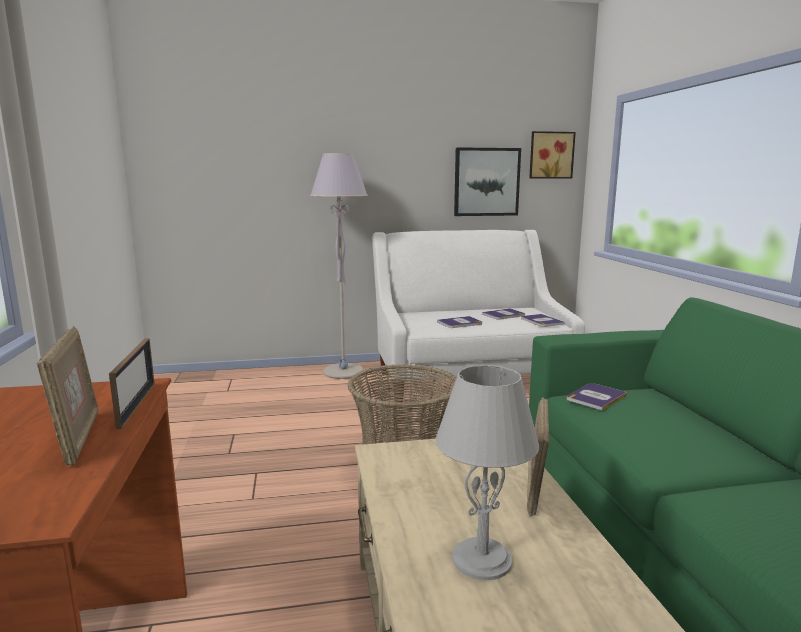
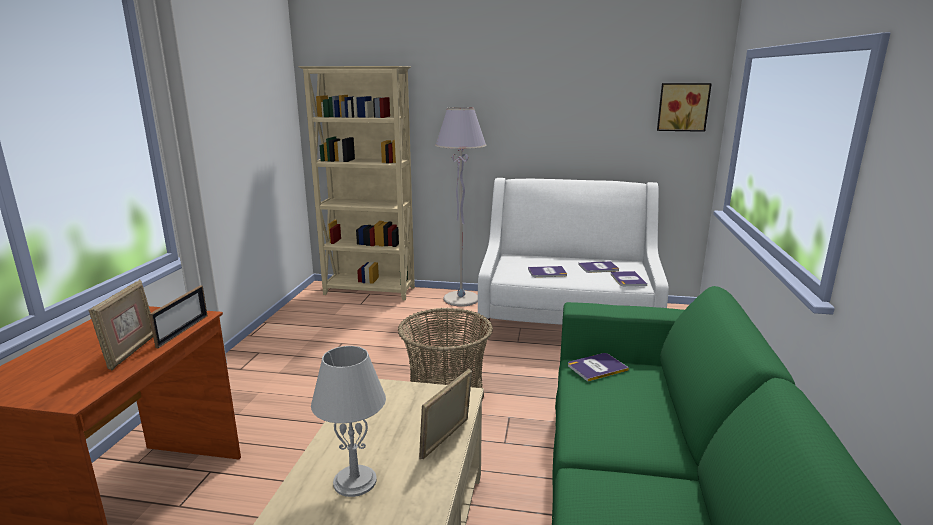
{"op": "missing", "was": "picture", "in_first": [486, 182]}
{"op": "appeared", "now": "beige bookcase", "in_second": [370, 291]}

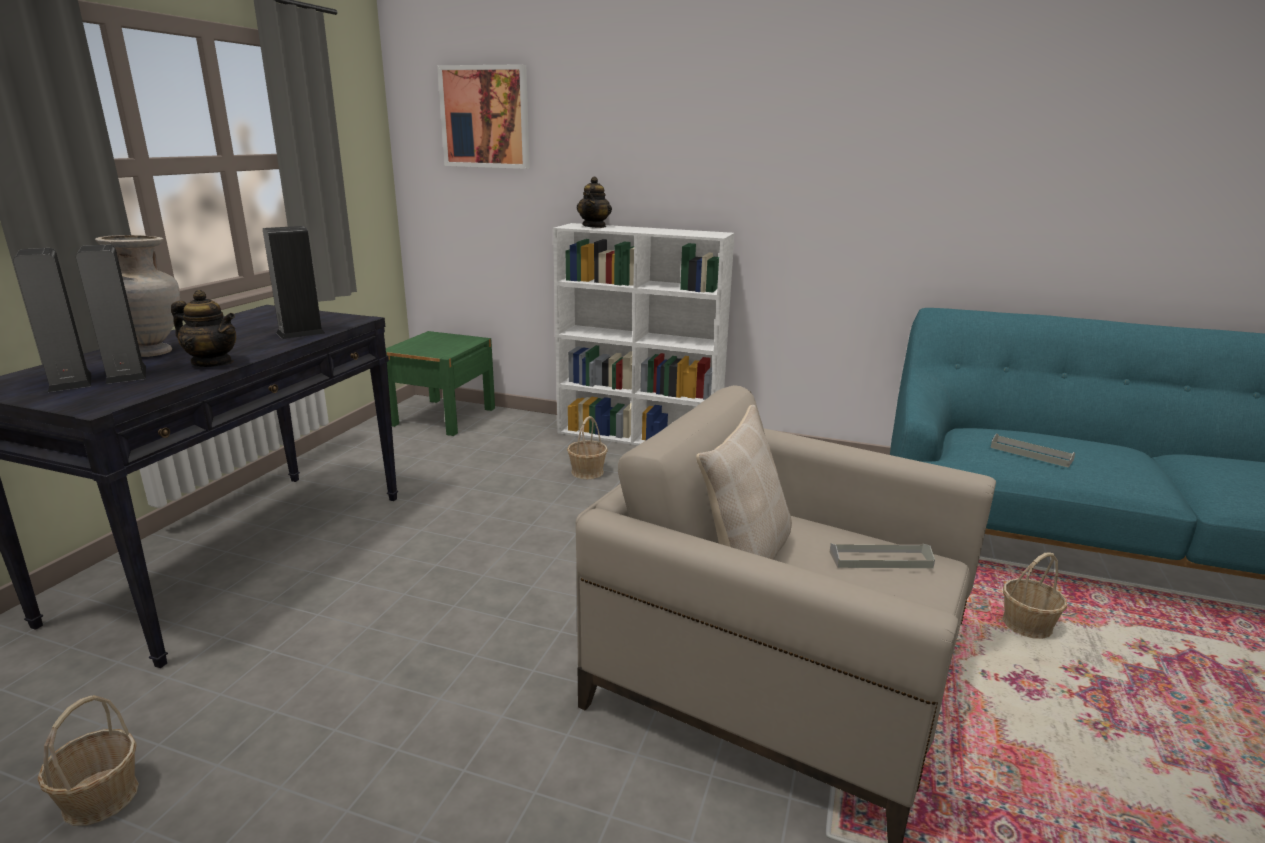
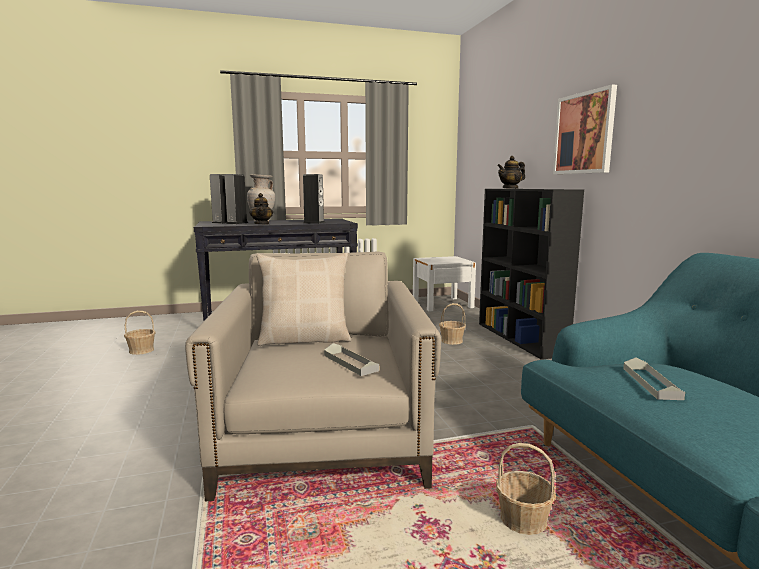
{"op": "relocated", "was": "picture", "in_first": [485, 117], "in_second": [584, 133]}
{"op": "colour", "was": "white bookcase", "now": "black bookcase", "in_first": [640, 436], "in_second": [521, 339]}
{"op": "colour", "was": "green nightstand", "now": "white nightstand", "in_first": [443, 416], "in_second": [442, 304]}

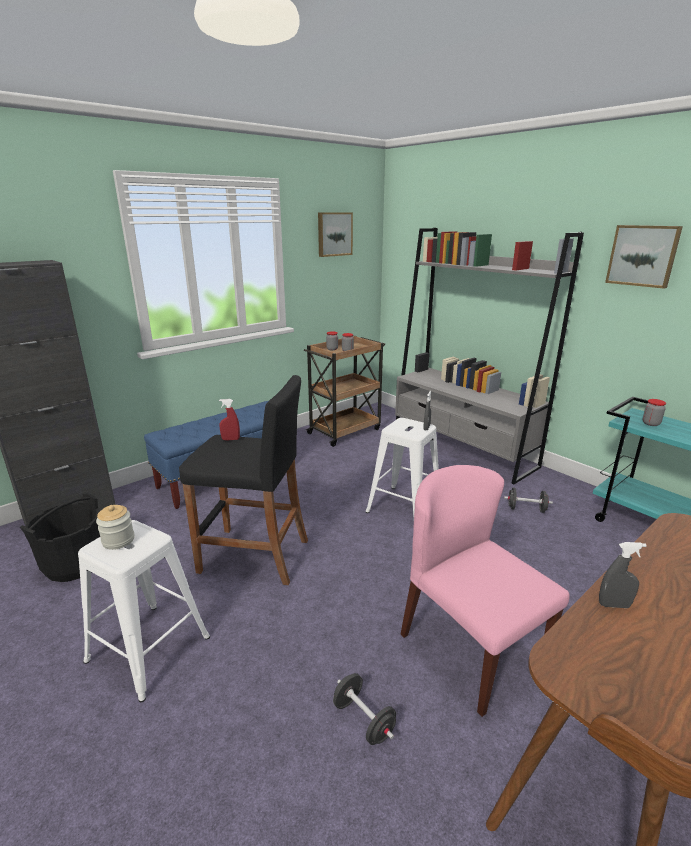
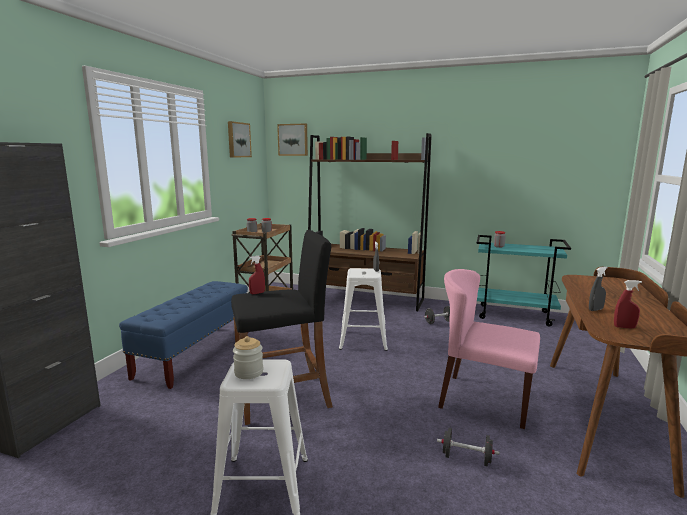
{"op": "relocated", "was": "picture", "in_first": [643, 255], "in_second": [293, 140]}
{"op": "colour", "was": "grey bookcase", "now": "brown bookcase", "in_first": [462, 449], "in_second": [365, 299]}
{"op": "missing", "was": "black bucket", "in_first": [74, 563]}
{"op": "appeared", "now": "red spray bottle", "in_second": [624, 327]}

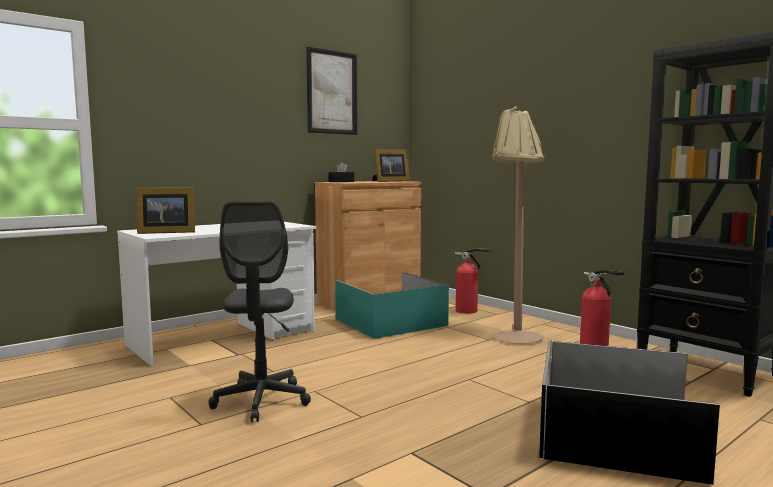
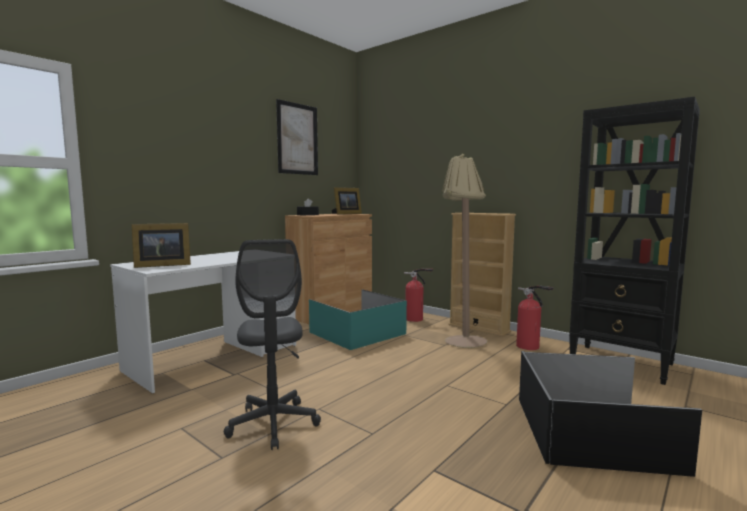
{"op": "appeared", "now": "beige bookcase", "in_second": [479, 328]}

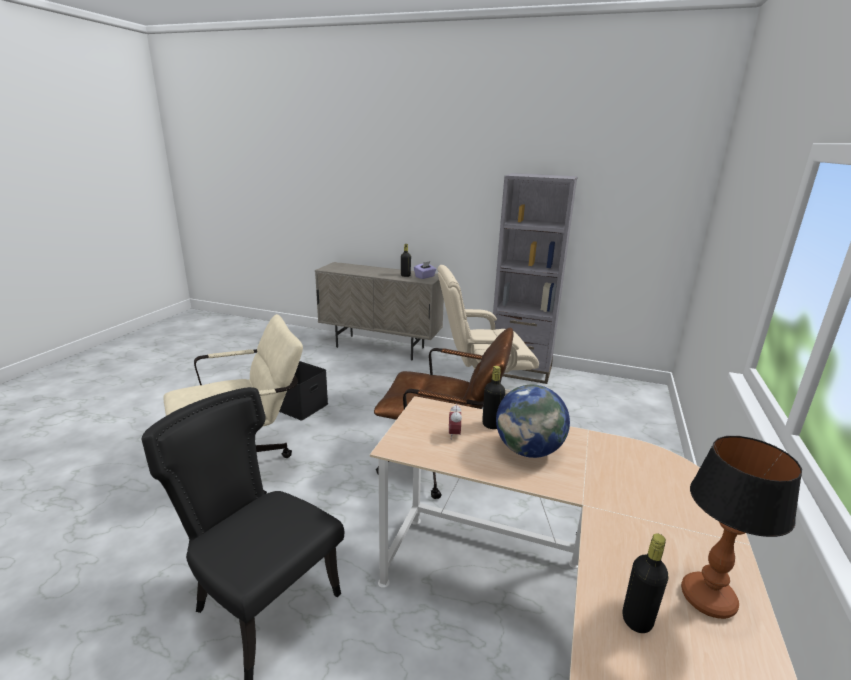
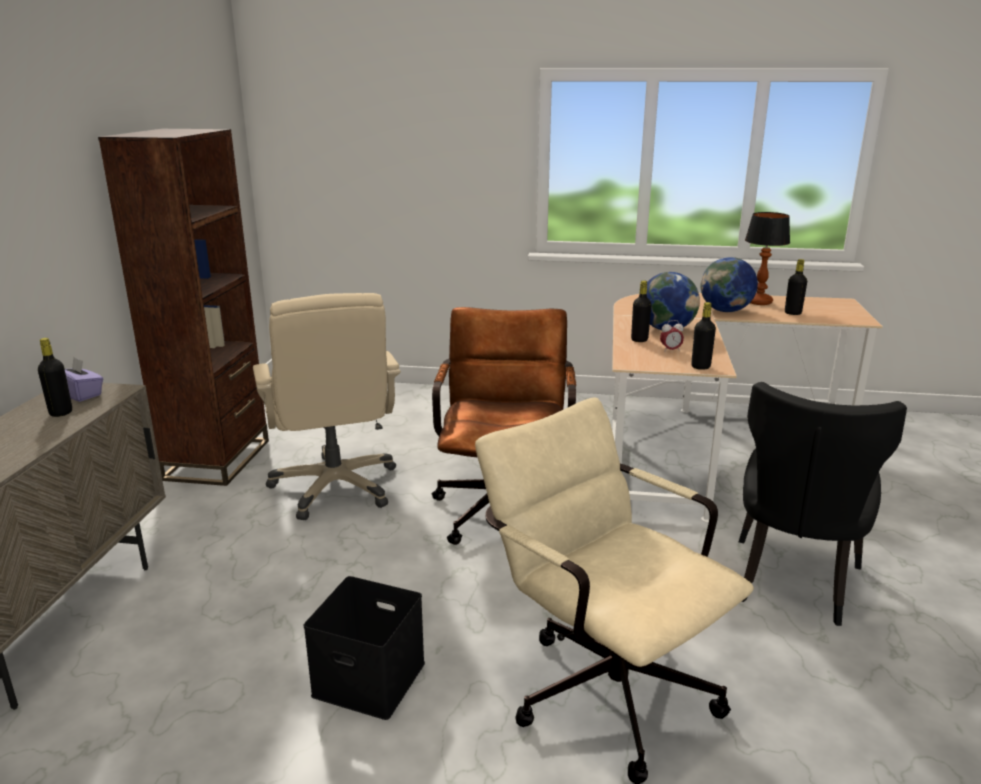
{"op": "colour", "was": "grey bookcase", "now": "brown bookcase", "in_first": [520, 370], "in_second": [217, 460]}
{"op": "appeared", "now": "globe", "in_second": [725, 311]}
{"op": "appeared", "now": "black bottle", "in_second": [700, 367]}

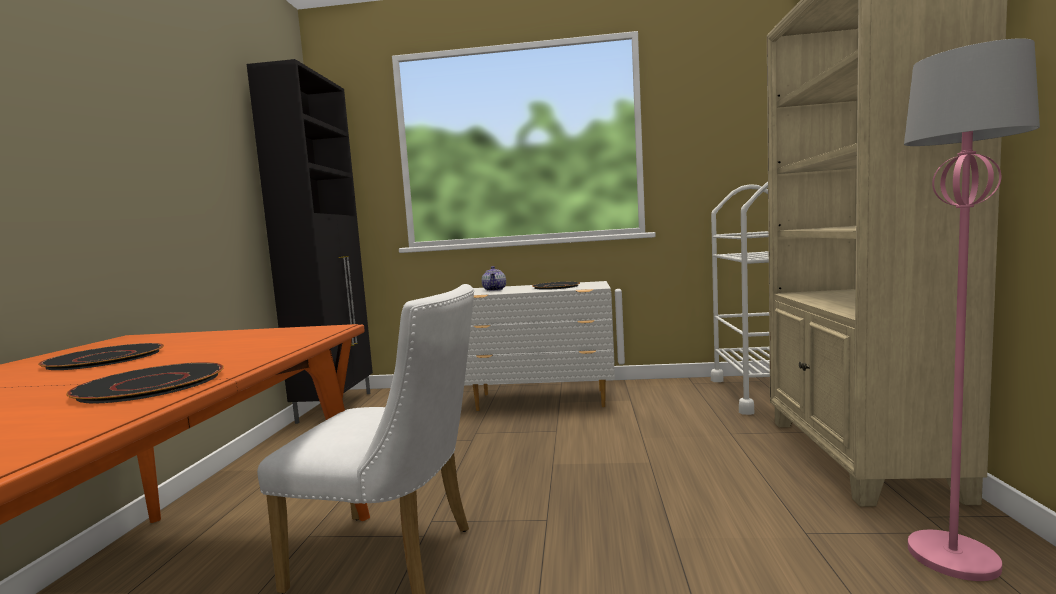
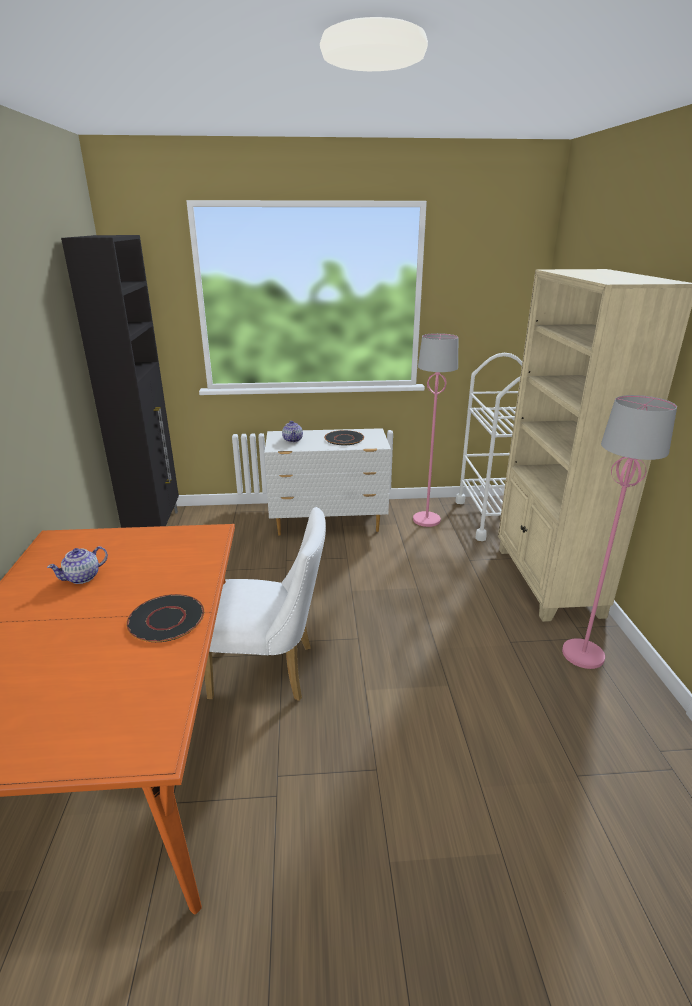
{"op": "exchanged", "was": "black plate", "now": "teapot", "in_first": [106, 358], "in_second": [83, 577]}
{"op": "appeared", "now": "pink floor lamp", "in_second": [426, 520]}

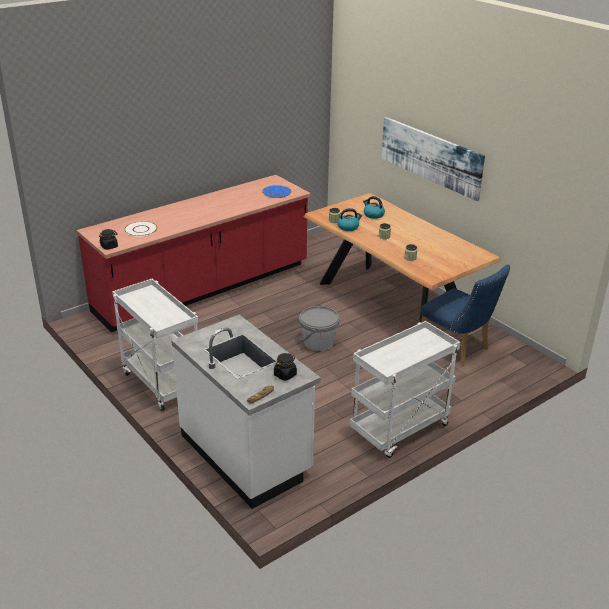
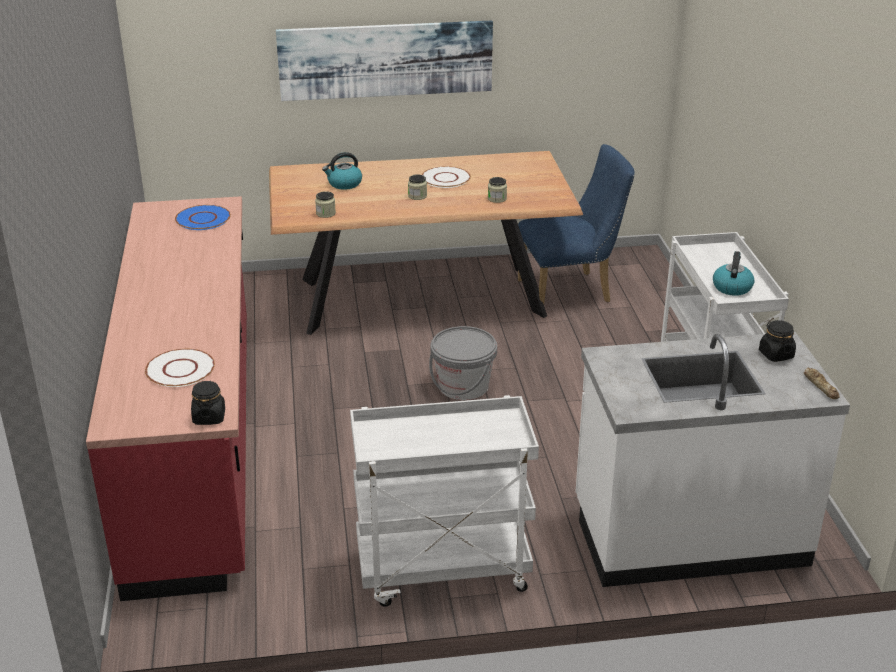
{"op": "relocated", "was": "kettle", "in_first": [348, 227], "in_second": [732, 287]}
{"op": "appeared", "now": "white plate", "in_second": [445, 178]}

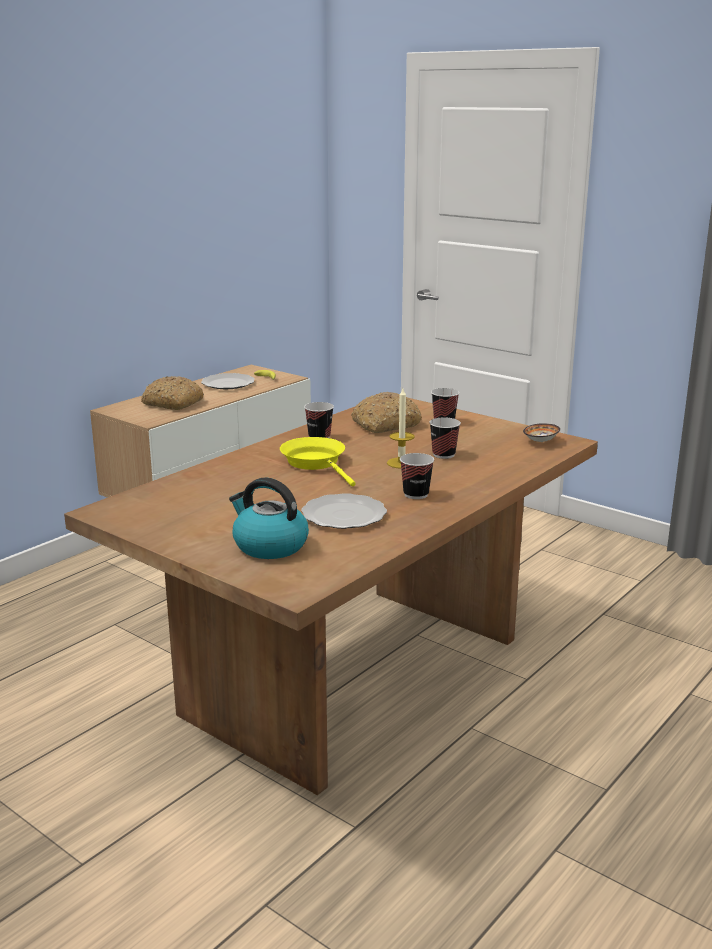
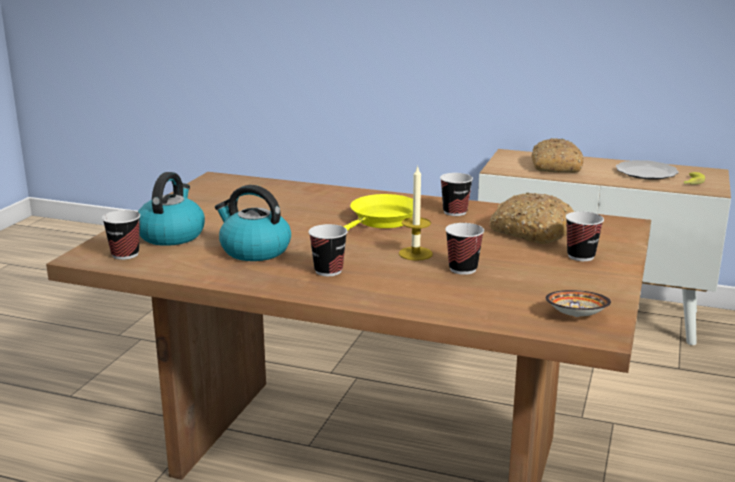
{"op": "exchanged", "was": "plate", "now": "kettle", "in_first": [345, 515], "in_second": [254, 250]}
{"op": "appeared", "now": "cup", "in_second": [125, 254]}

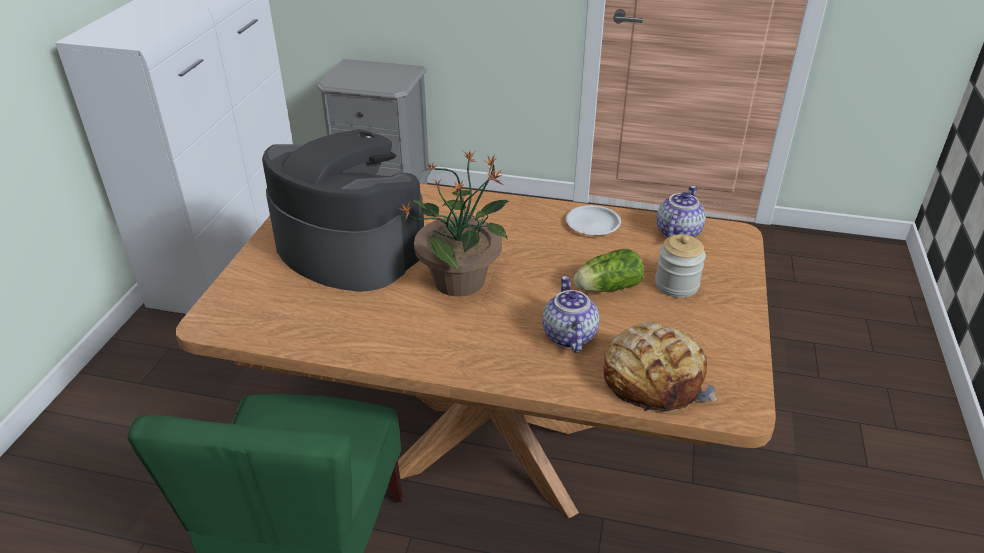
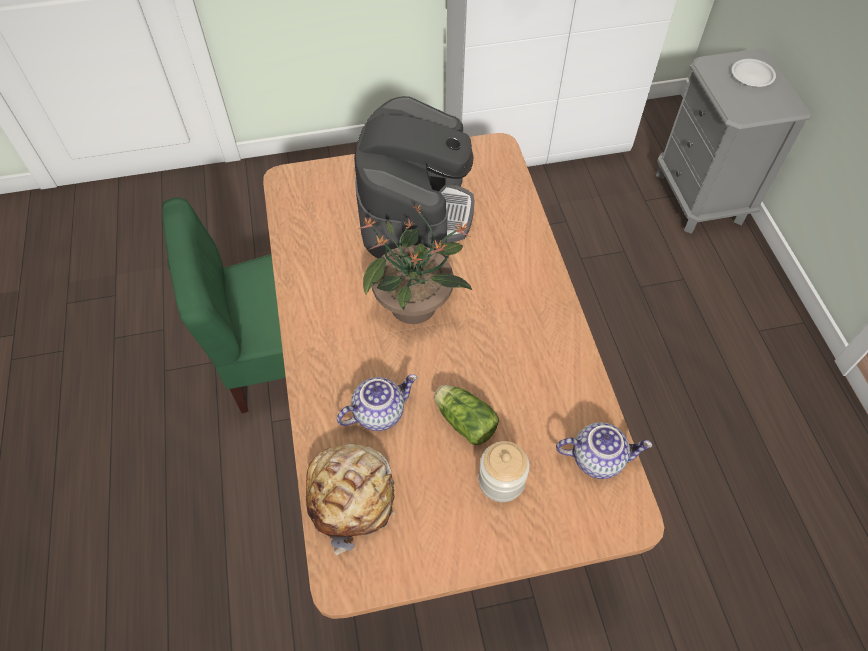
{"op": "relocated", "was": "white plate", "in_first": [592, 224], "in_second": [752, 75]}

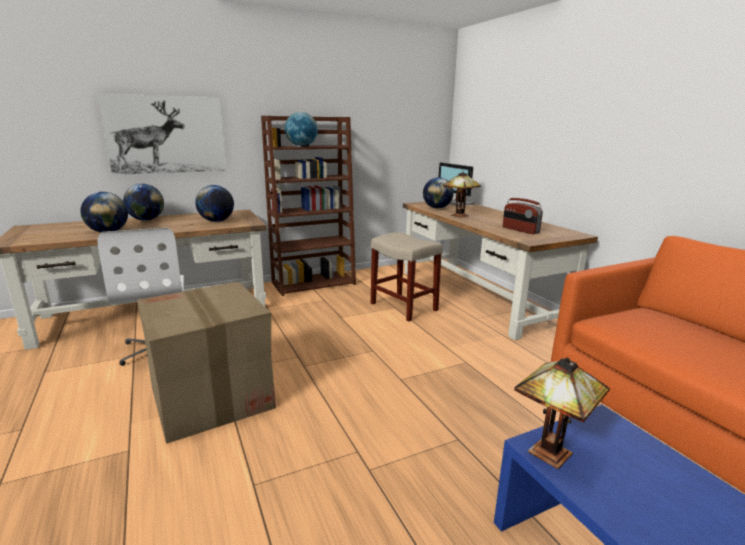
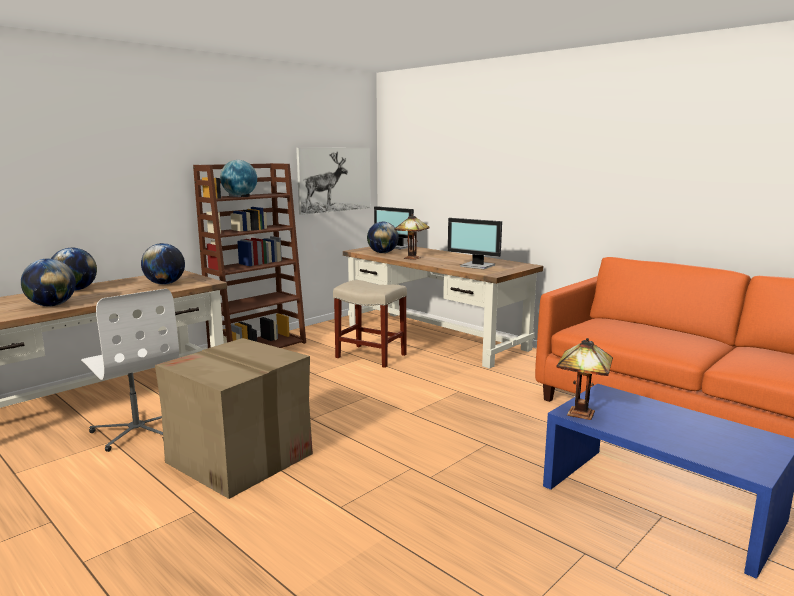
{"op": "relocated", "was": "picture", "in_first": [166, 135], "in_second": [334, 179]}
{"op": "exchanged", "was": "radio", "now": "monitor", "in_first": [520, 230], "in_second": [477, 266]}

